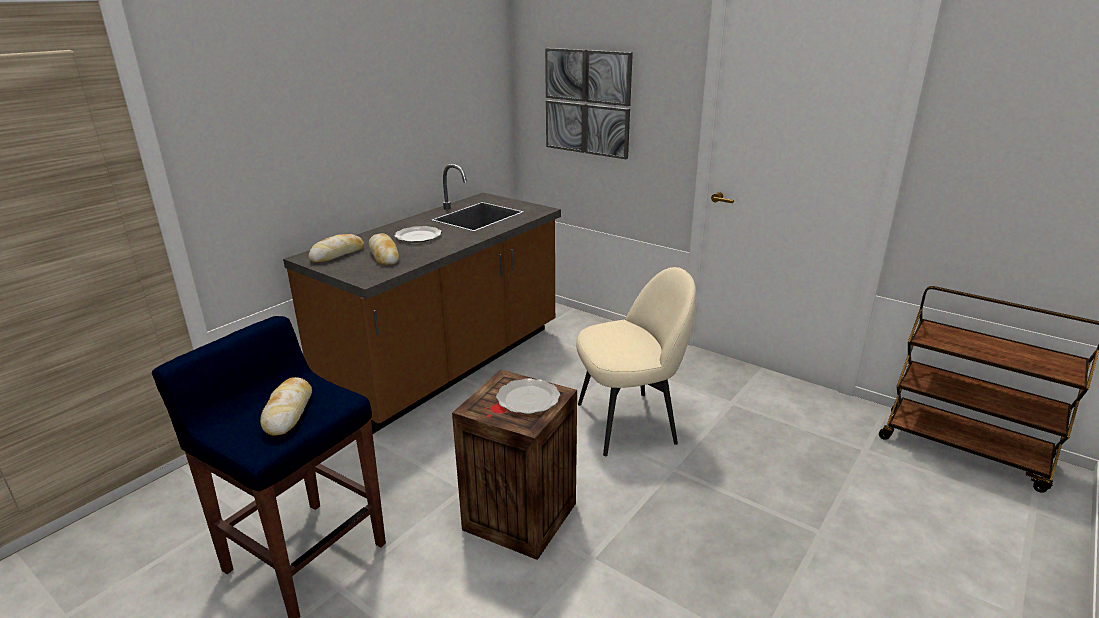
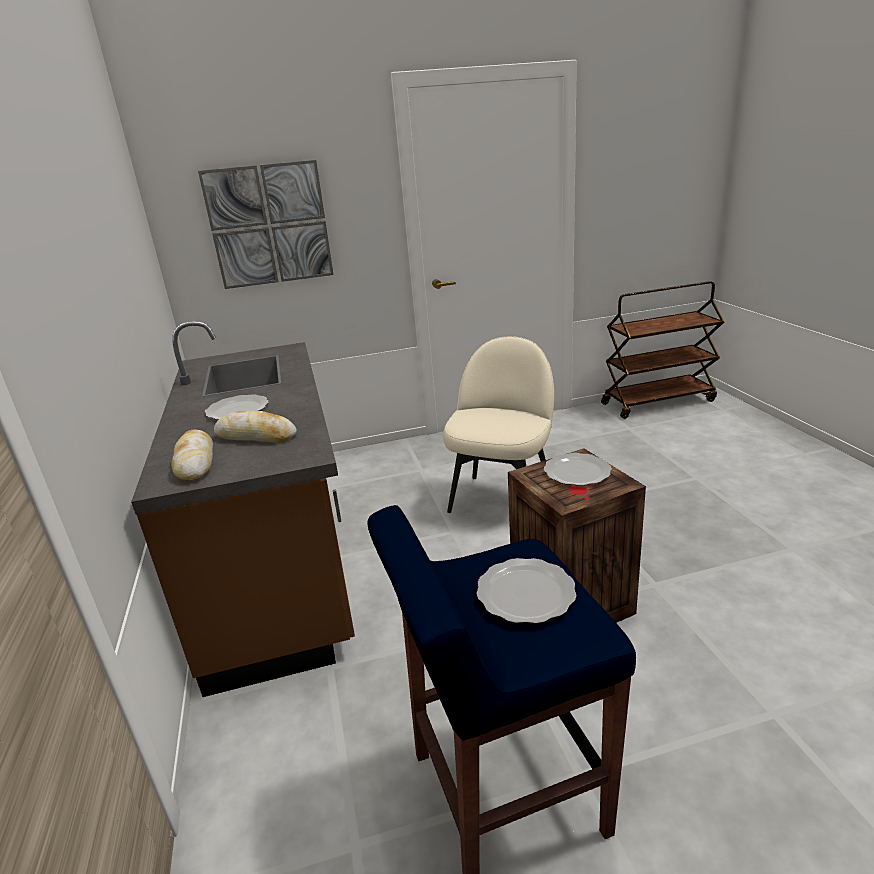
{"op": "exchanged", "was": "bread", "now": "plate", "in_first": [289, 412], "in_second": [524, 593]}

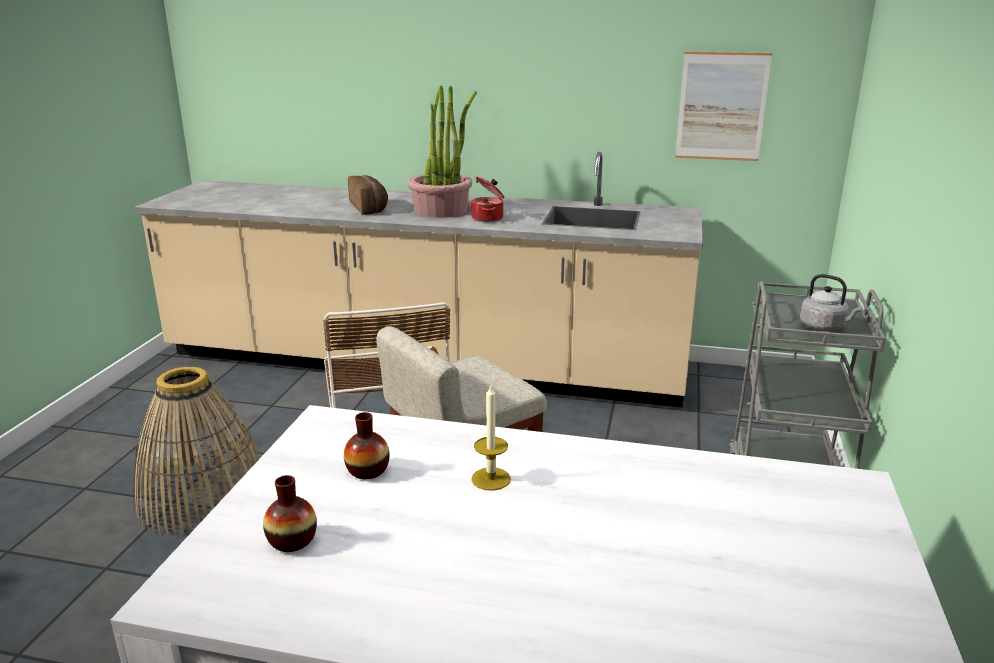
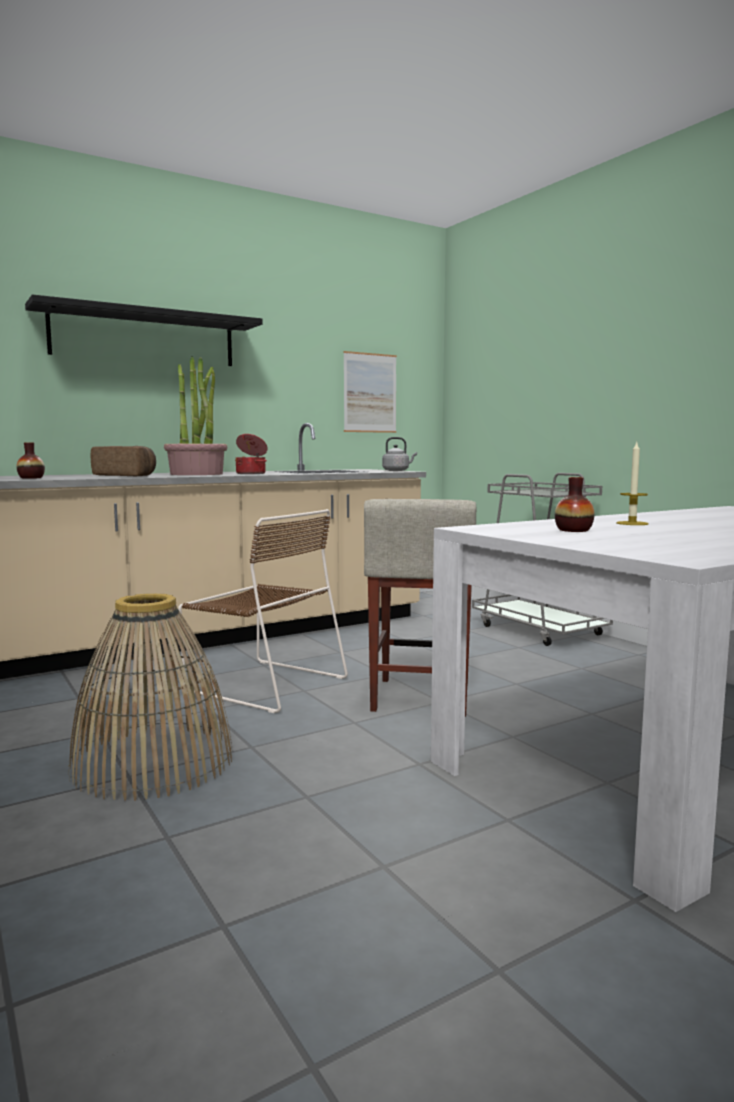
{"op": "relocated", "was": "grey kettle", "in_first": [824, 327], "in_second": [397, 470]}
{"op": "relocated", "was": "vase", "in_first": [292, 540], "in_second": [31, 478]}
{"op": "appeared", "now": "black shelf", "in_second": [144, 338]}

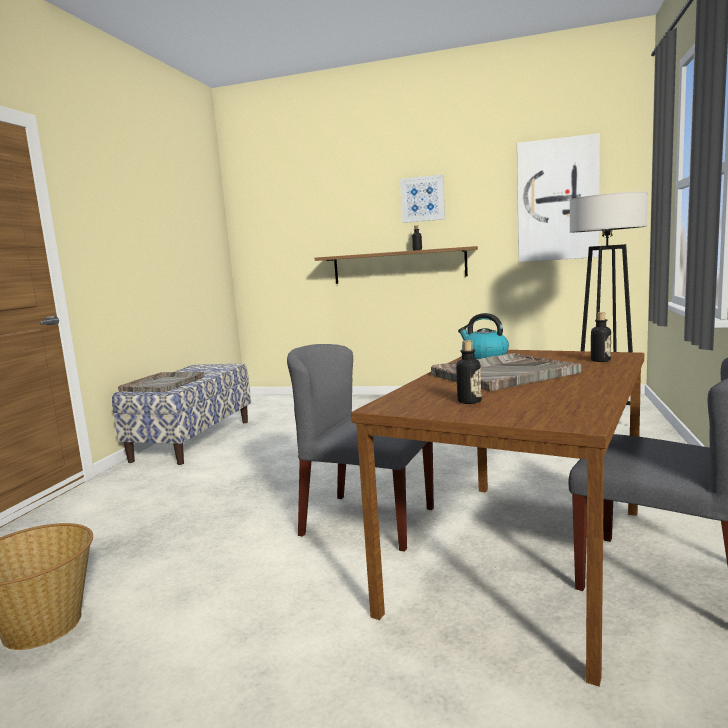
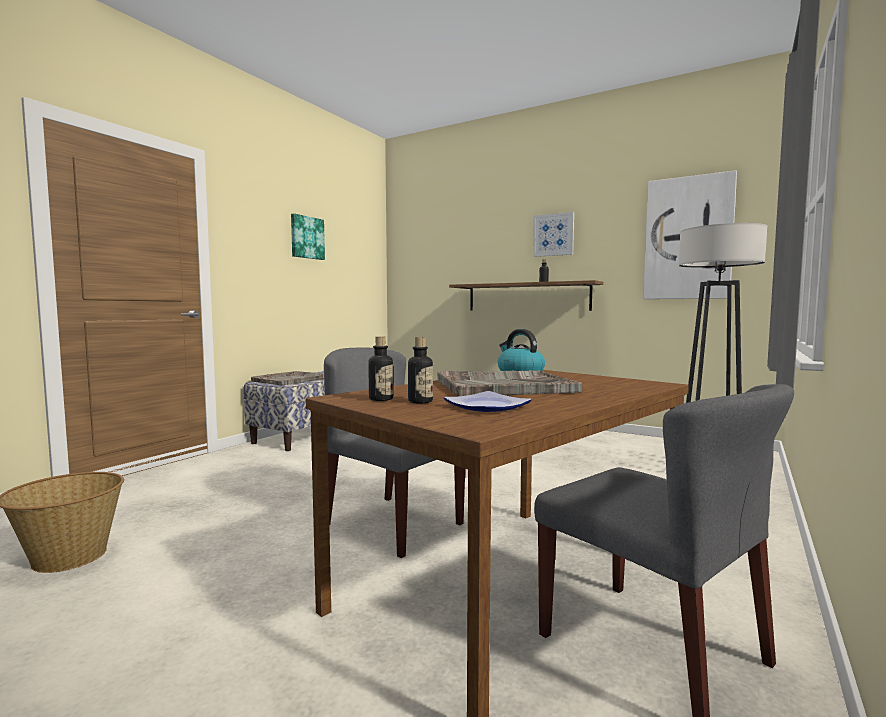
{"op": "relocated", "was": "bottle", "in_first": [600, 360], "in_second": [381, 399]}
{"op": "appeared", "now": "picture", "in_second": [306, 237]}
{"op": "appeared", "now": "plate", "in_second": [485, 406]}

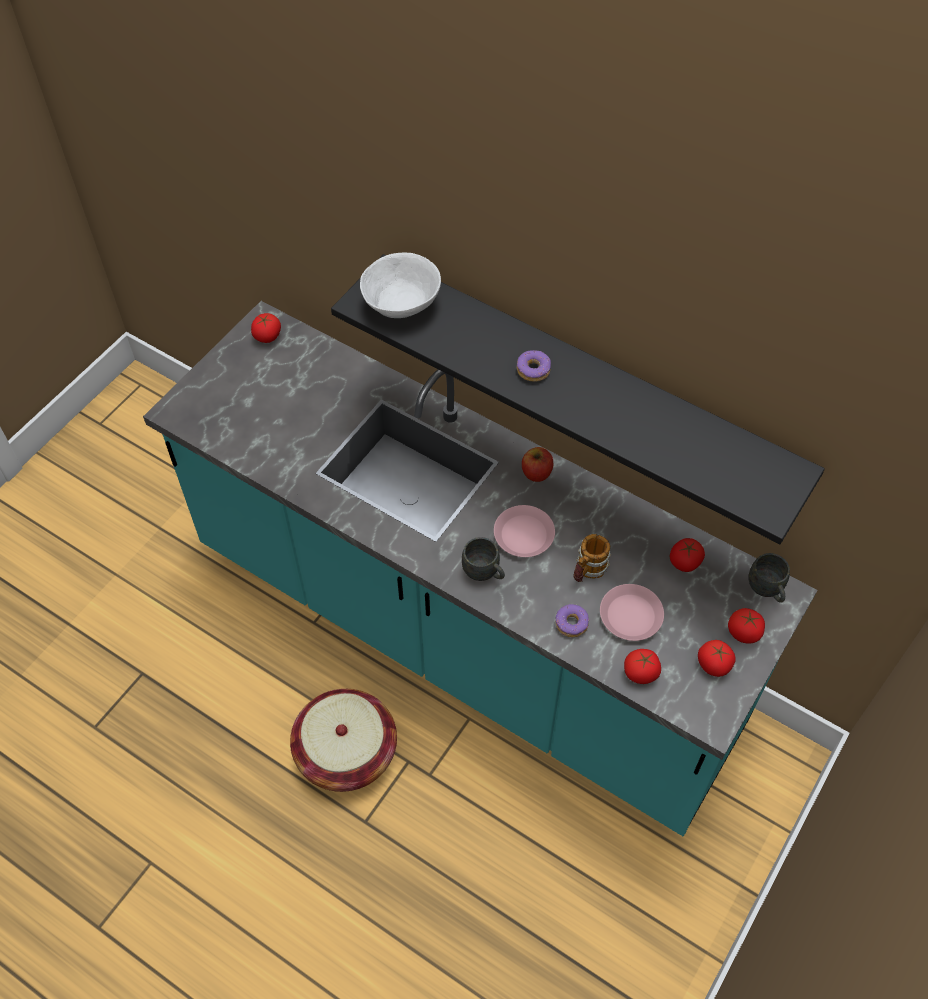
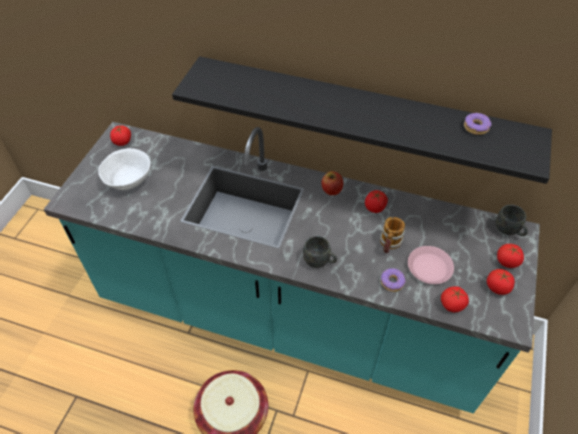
{"op": "relocated", "was": "white bowl", "in_first": [402, 303], "in_second": [129, 180]}
{"op": "relocated", "was": "donut", "in_first": [533, 370], "in_second": [476, 127]}
{"op": "missing", "was": "pink plate", "in_first": [523, 534]}
{"op": "relocated", "was": "tomato", "in_first": [685, 562], "in_second": [375, 207]}

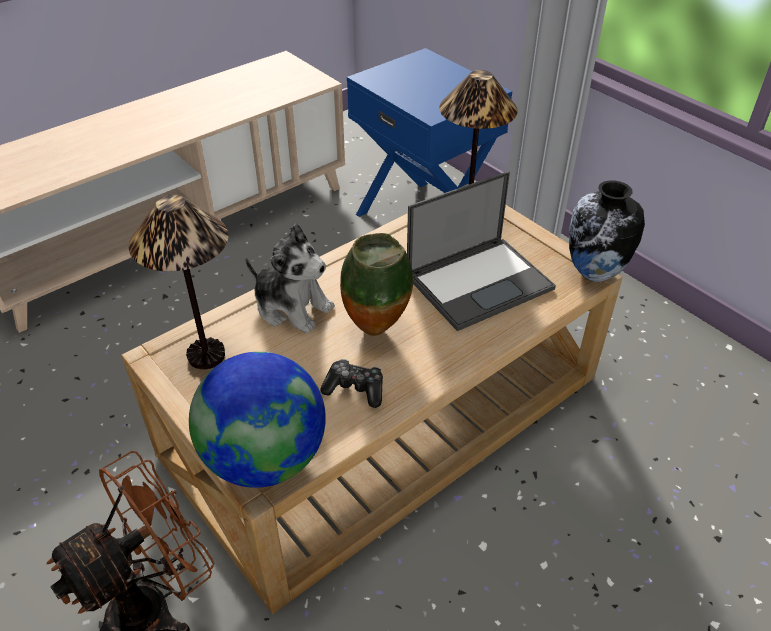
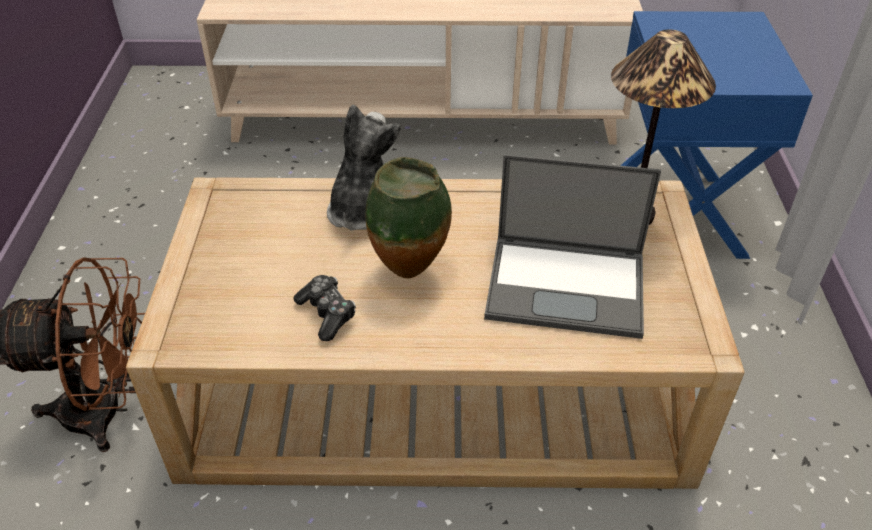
{"op": "missing", "was": "vase", "in_first": [594, 273]}
{"op": "missing", "was": "table lamp", "in_first": [205, 355]}
{"op": "spun", "was": "plush toy", "in_first": [292, 307], "in_second": [363, 211], "clockwise": -150}
{"op": "missing", "was": "globe", "in_first": [265, 458]}

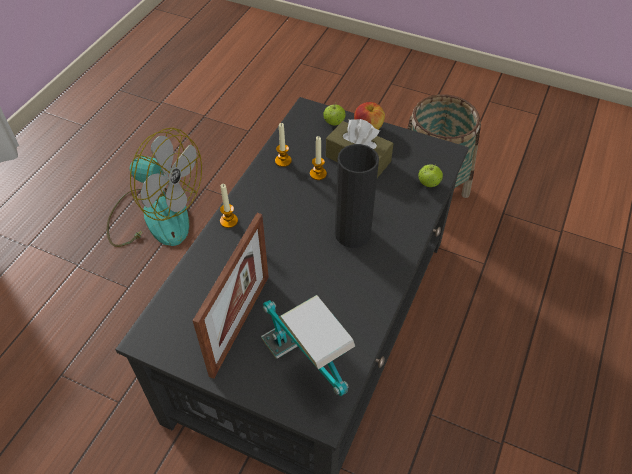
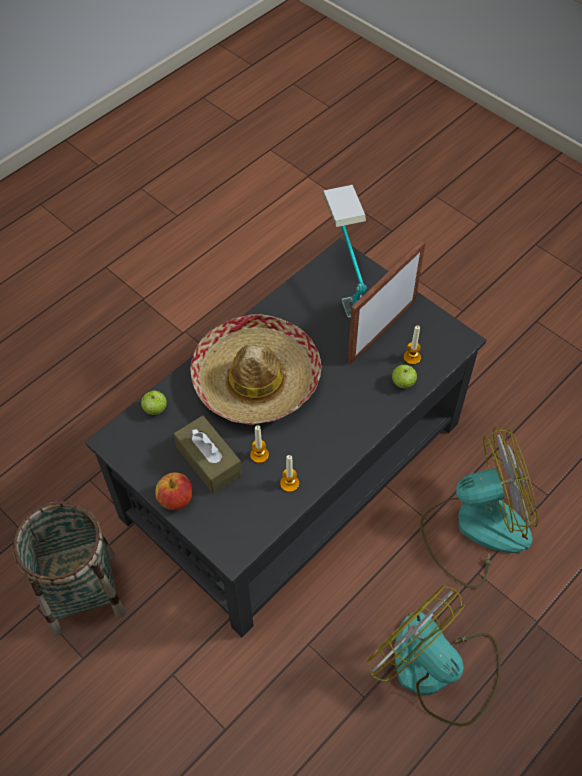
{"op": "relocated", "was": "apple", "in_first": [334, 123], "in_second": [403, 383]}
{"op": "exchanged", "was": "black vase", "now": "hat", "in_first": [352, 233], "in_second": [256, 379]}
{"op": "relocated", "was": "candle", "in_first": [229, 221], "in_second": [412, 357]}
{"op": "appeared", "now": "fan", "in_second": [475, 528]}

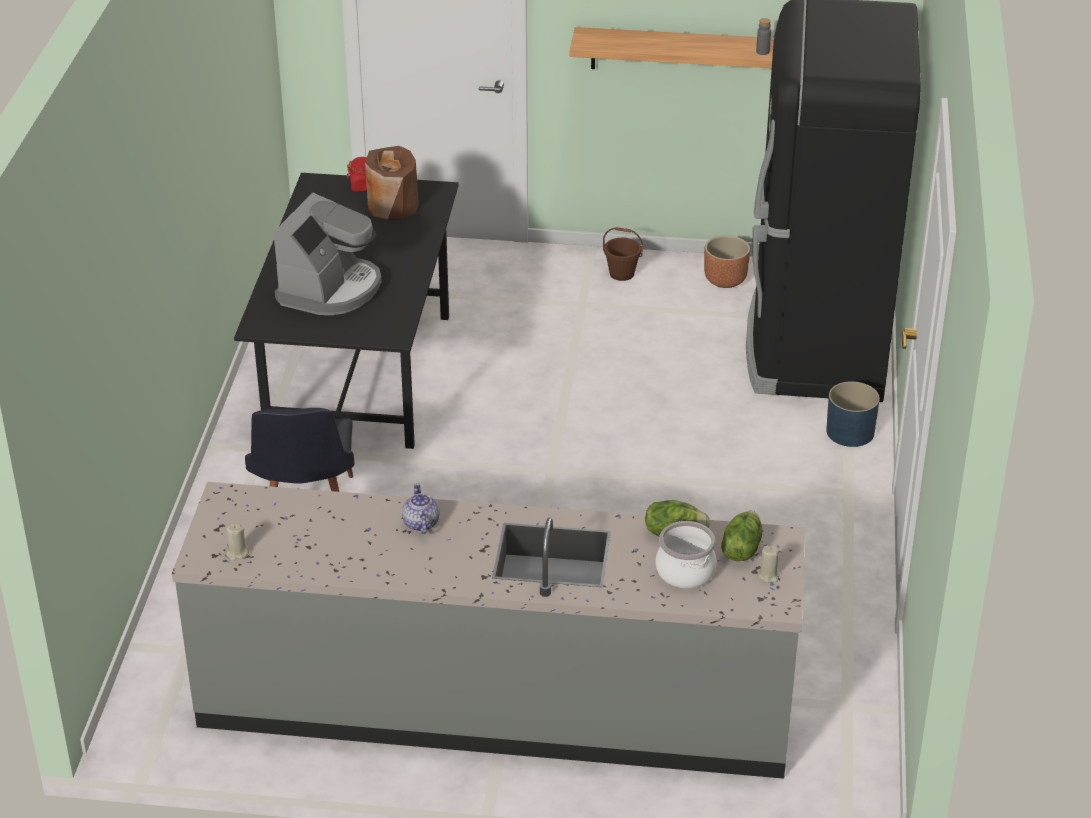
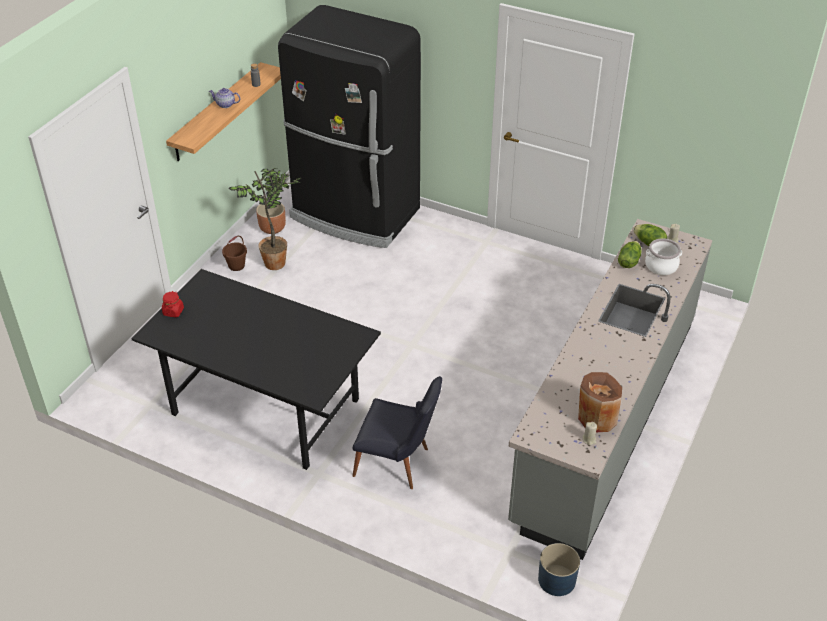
{"op": "relocated", "was": "brown vase", "in_first": [392, 207], "in_second": [597, 417]}
{"op": "missing", "was": "coffee machine", "in_first": [331, 289]}
{"op": "relocated", "was": "blue planter", "in_first": [850, 432], "in_second": [556, 580]}
{"op": "relocated", "was": "teapot", "in_first": [420, 523], "in_second": [226, 105]}
{"op": "appeared", "now": "potted plant", "in_second": [276, 261]}

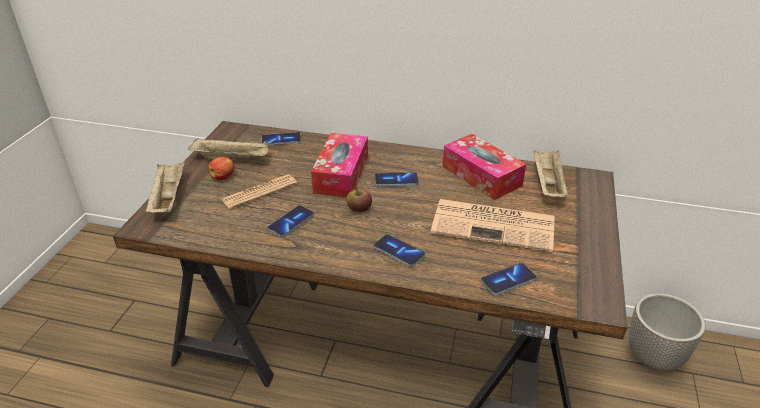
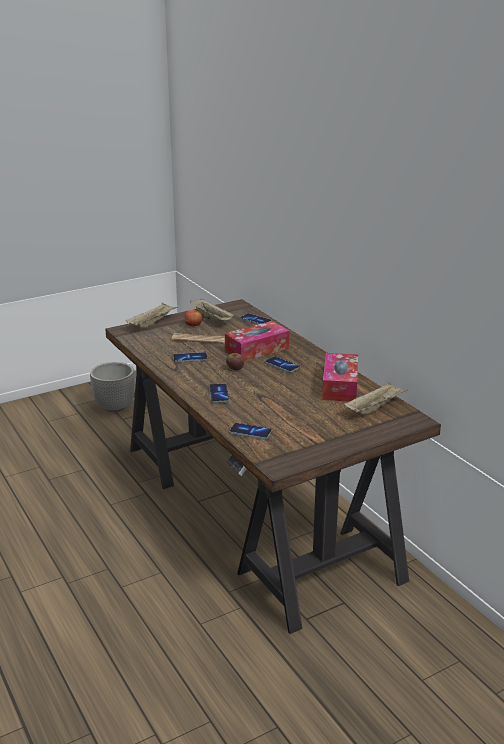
{"op": "missing", "was": "newspaper", "in_first": [495, 225]}
{"op": "relocated", "was": "planter", "in_first": [654, 356], "in_second": [115, 407]}

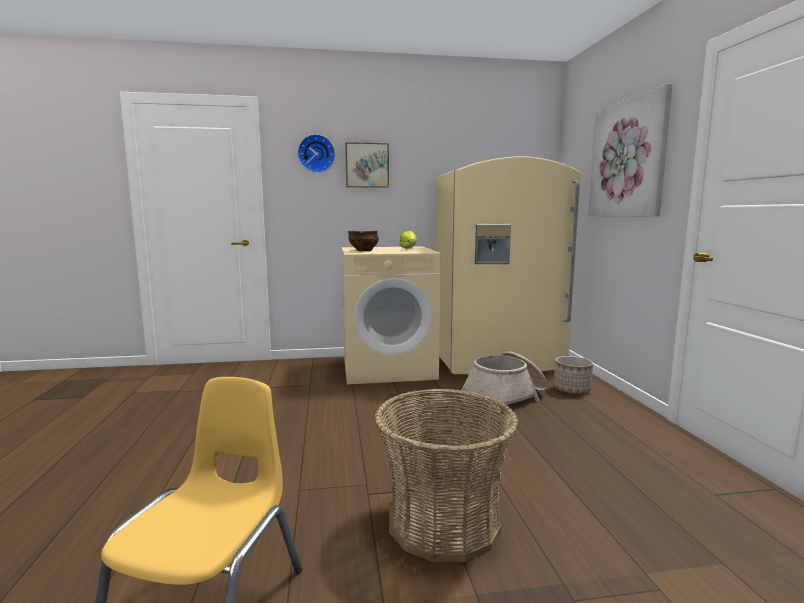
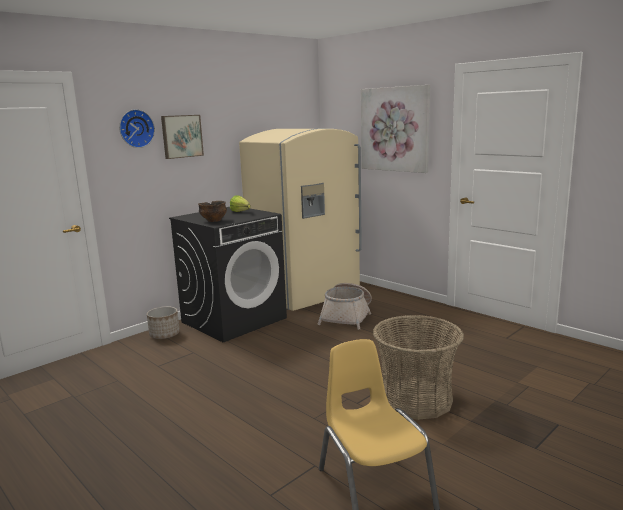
{"op": "colour", "was": "beige washing machine", "now": "black washing machine", "in_first": [389, 368], "in_second": [234, 320]}
{"op": "relocated", "was": "planter", "in_first": [571, 389], "in_second": [164, 335]}

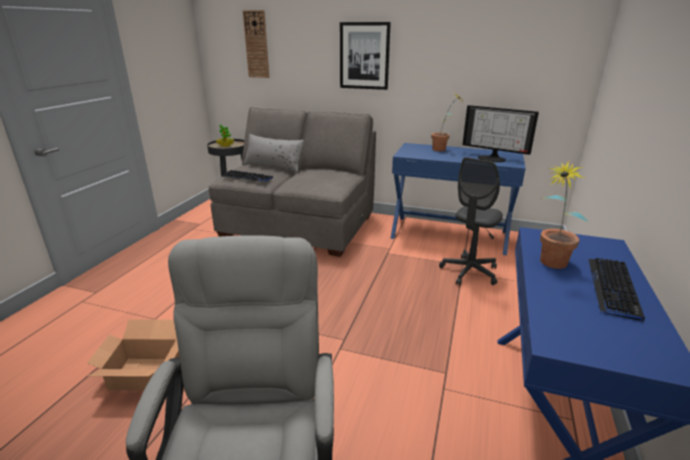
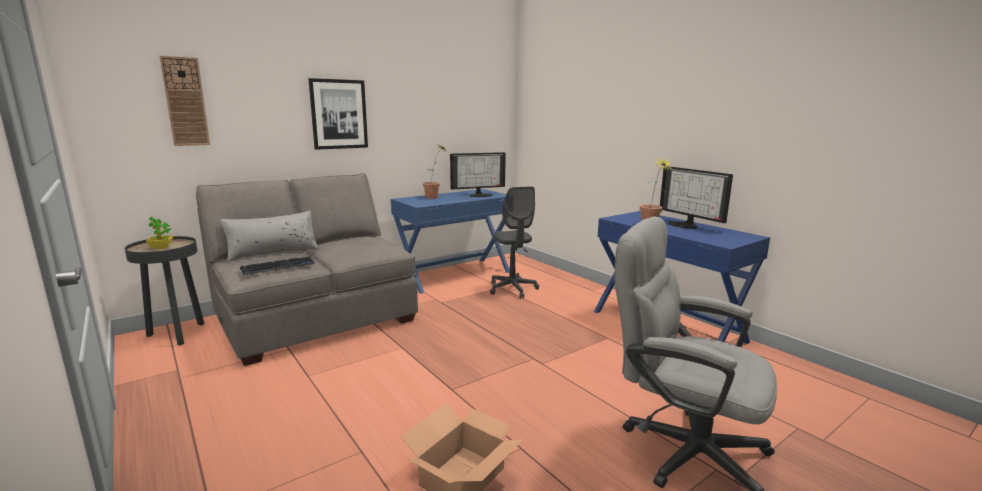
{"op": "exchanged", "was": "keyboard", "now": "monitor", "in_first": [613, 288], "in_second": [685, 225]}

